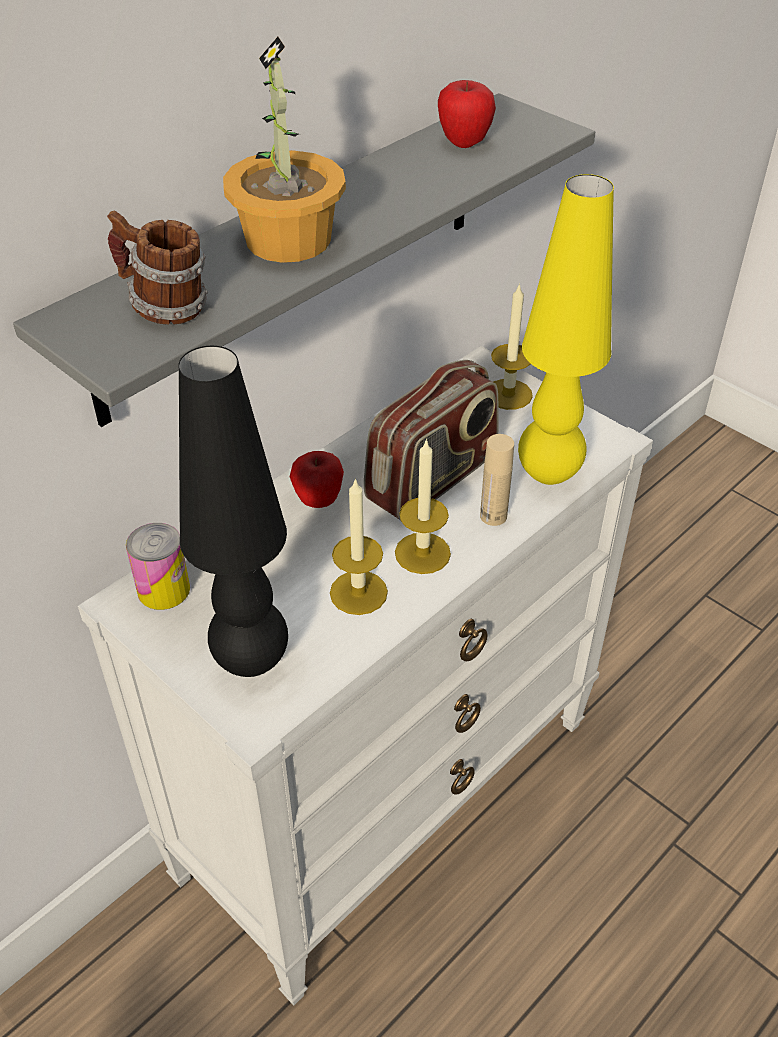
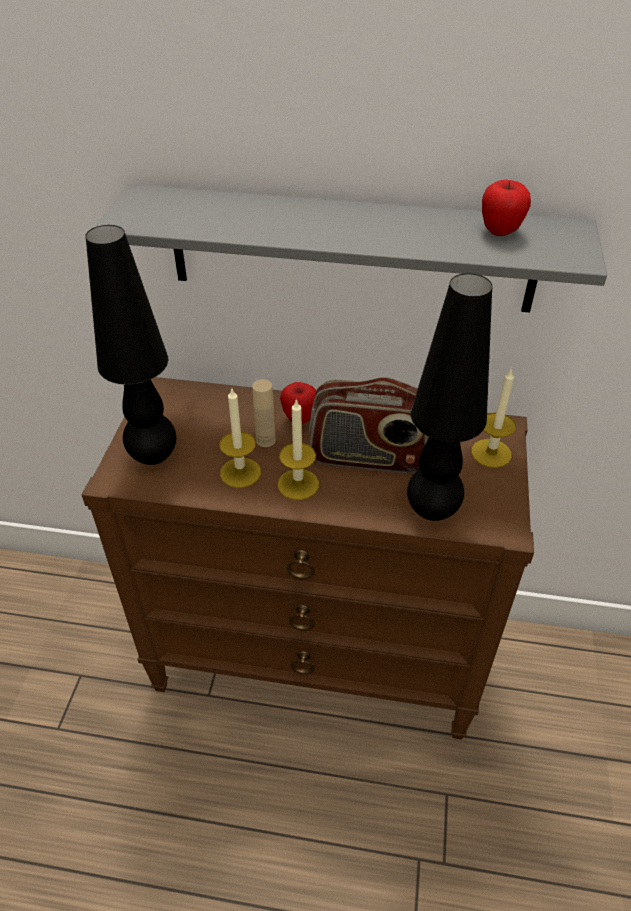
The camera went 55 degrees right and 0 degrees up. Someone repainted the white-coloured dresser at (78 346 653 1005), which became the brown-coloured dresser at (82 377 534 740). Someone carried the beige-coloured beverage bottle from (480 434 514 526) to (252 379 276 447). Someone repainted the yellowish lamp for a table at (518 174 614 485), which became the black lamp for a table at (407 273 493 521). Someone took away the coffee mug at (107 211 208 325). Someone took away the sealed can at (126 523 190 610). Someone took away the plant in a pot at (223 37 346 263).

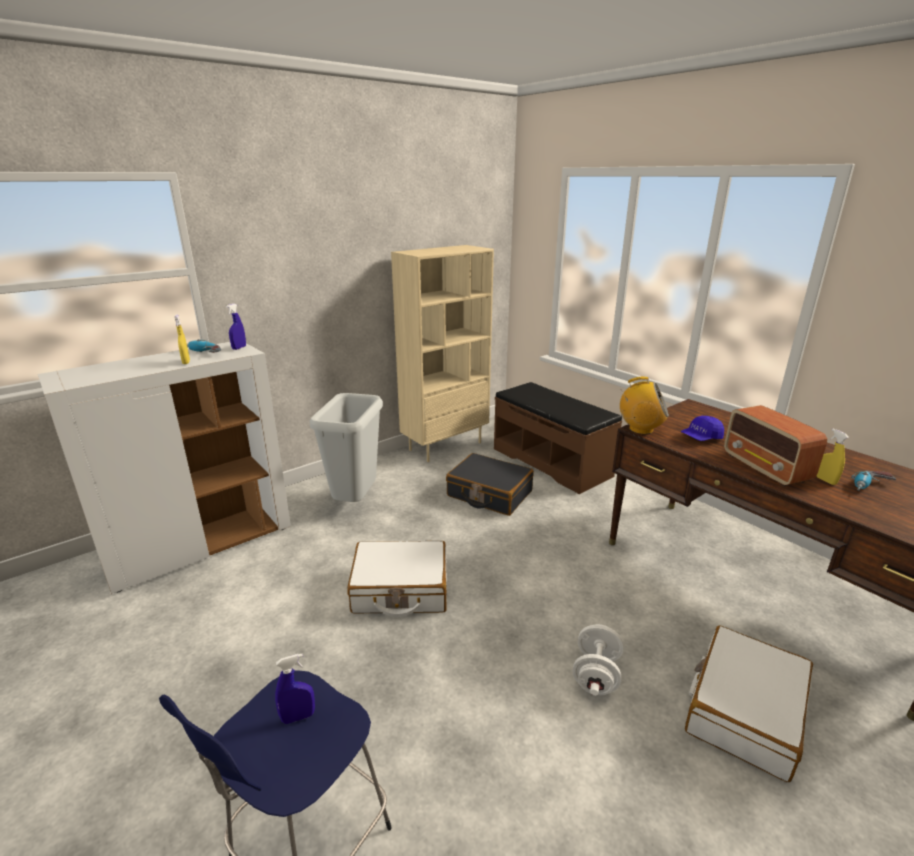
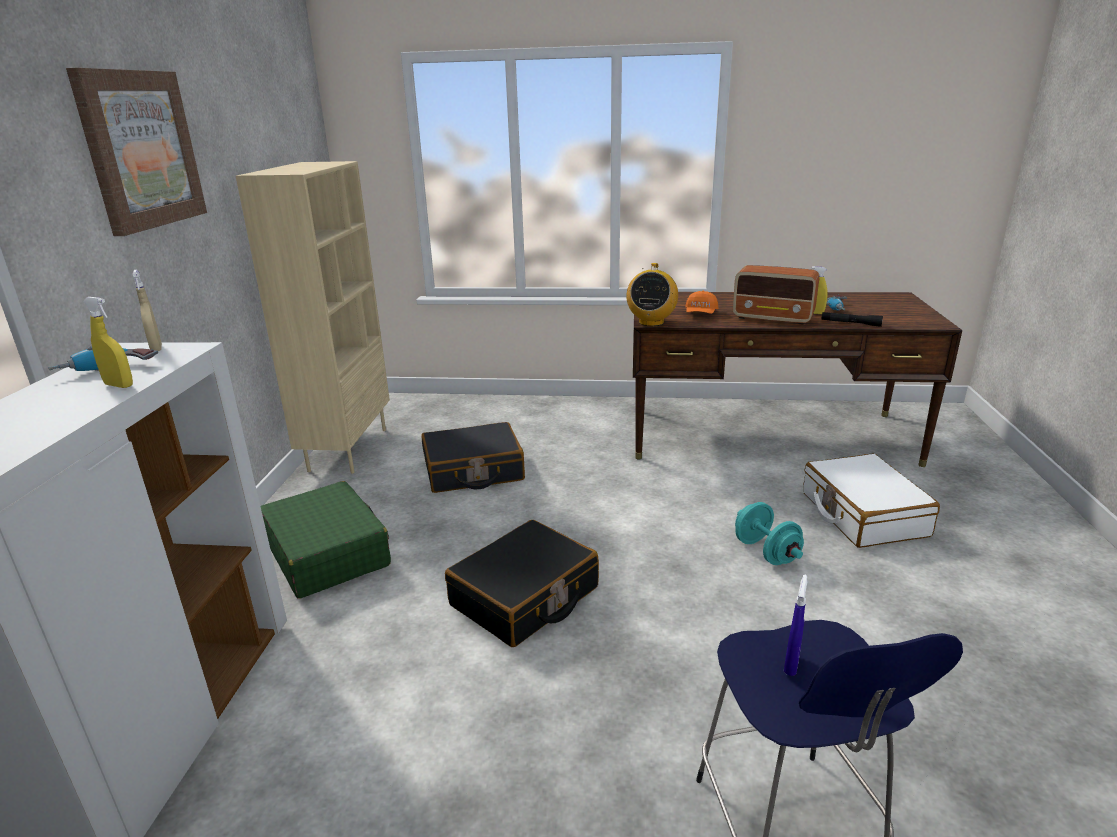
The camera went 45 degrees left and 0 degrees up. Someone put up the wall picture at (66 68 207 236). Someone repainted the blue hand sprayer at (226 303 246 350), which became the beige-coloured hand sprayer at (133 270 162 351). Someone swapped the gray rubbish bin at (310 393 383 502) for the greenish piece of luggage at (260 481 391 599). Someone repainted the white-coloured piece of luggage at (347 541 447 617), which became the black piece of luggage at (445 520 599 647). Someone rotated the radio at (620 377 669 435) by 135 degrees clockwise. Someone repainted the blue baseball cap at (681 416 724 441), which became the orangey baseball cap at (685 291 718 314). Someone repainted the white-coloured hand weight at (573 624 624 696), which became the blue-green hand weight at (735 502 804 565). Someone put down the black flashlight at (821 312 883 327). Someone took away the brown-coloured bench at (494 382 622 494).

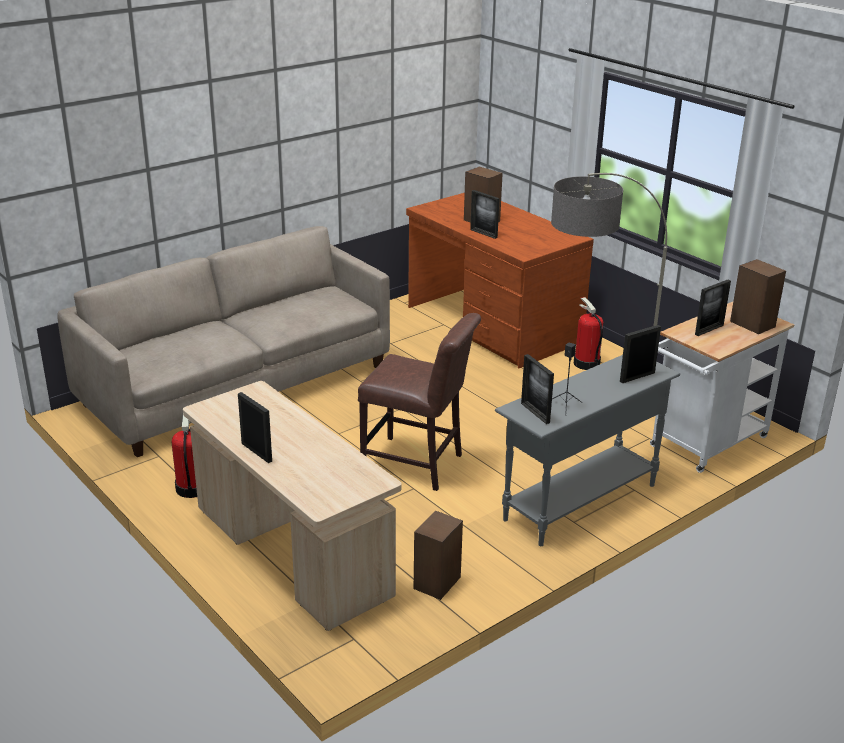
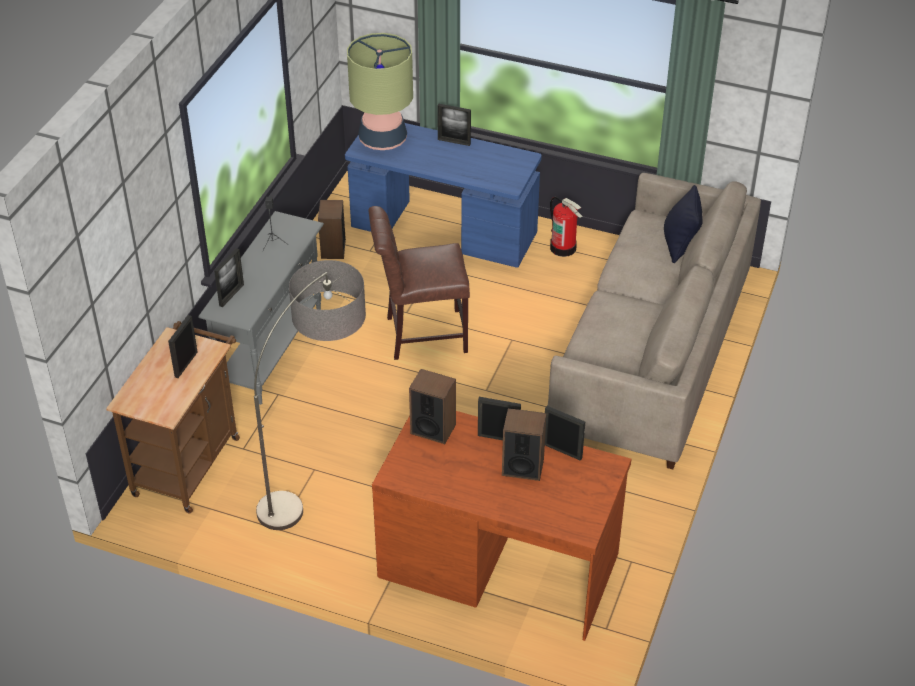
The camera went 150 degrees right and 15 degrees up. Someone repainted the white-coloured wheeled cart at (650 302 795 473), which became the brown-coloured wheeled cart at (106 321 240 514). Someone repainted the beige-coloured desk unit at (183 381 402 631), which became the blue desk unit at (345 123 542 268). Someone put down the lamp for a table at (347 33 413 150). Someone carried the loudspeaker from (730 259 786 334) to (409 369 456 444). Someone carried the standing frame from (521 354 554 424) to (545 406 585 461). Someone put down the black throw pillow at (664 185 703 263). Someone took away the fire extinguisher at (574 297 603 370).

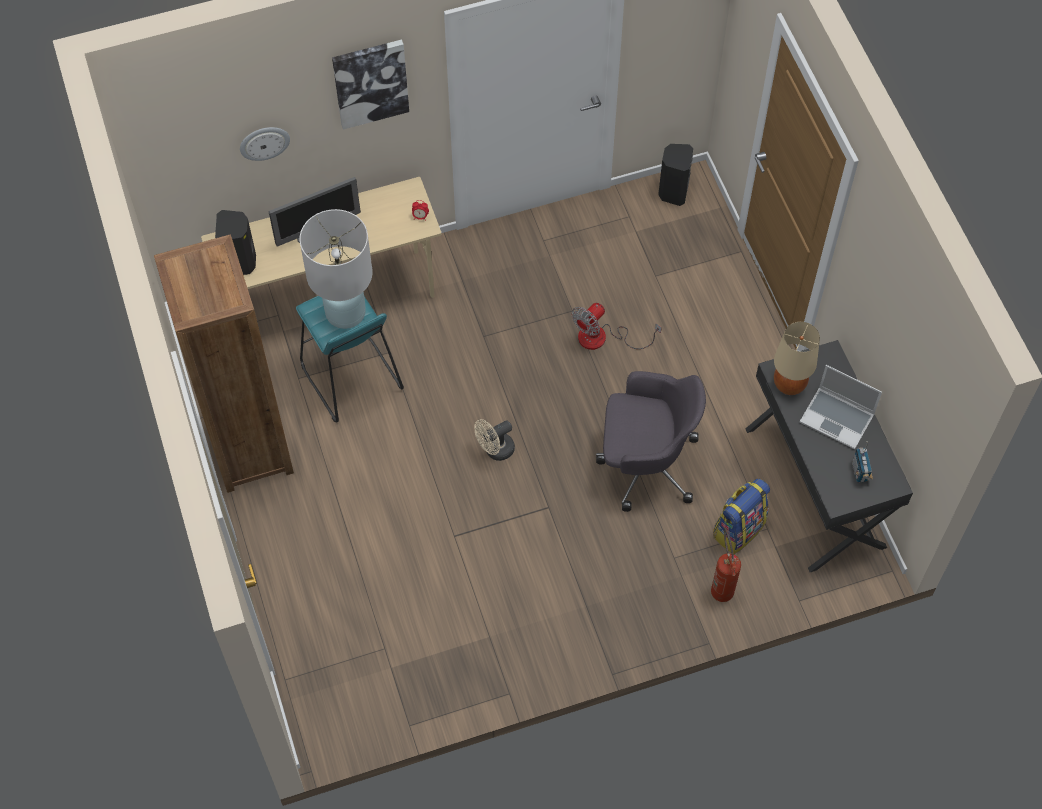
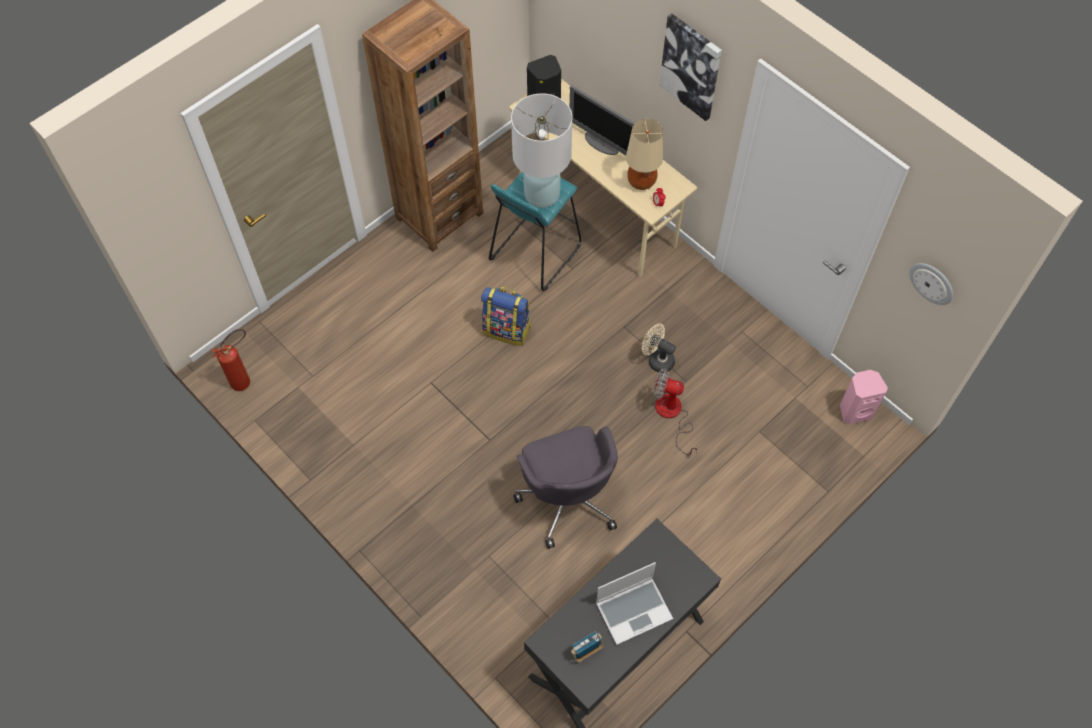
The camera went 65 degrees right and 0 degrees up. Someone carried the fire extinguisher from (711 527 741 602) to (212 329 250 391). Someone carried the knapsack from (713 479 770 554) to (481 287 531 346). Someone rotated the notebook computer at (800 365 882 449) by 120 degrees counterclockwise. Someone carried the beige-coloured lamp for a table from (774 322 820 395) to (626 119 663 190). Someone carried the beige-coloured electric fan from (474 419 515 461) to (642 324 676 373). Someone repainted the black loudspeaker at (658 144 693 206), which became the pinkish loudspeaker at (840 370 888 424). Someone carried the hanging clock from (240 127 290 161) to (909 263 953 305).

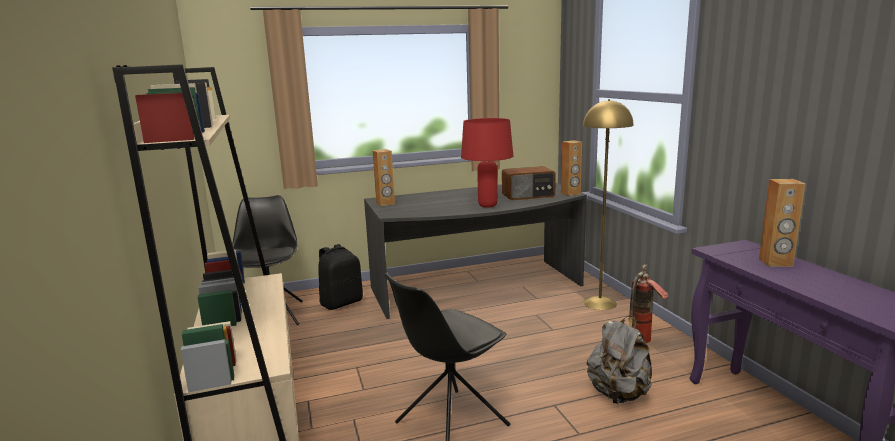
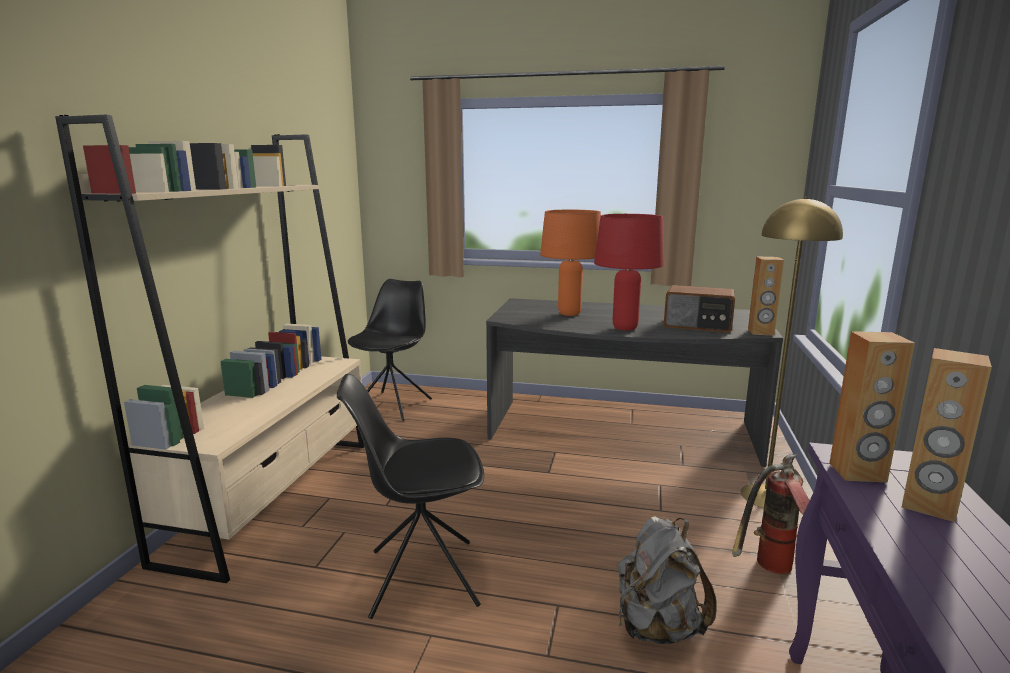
The camera went 30 degrees right and 0 degrees up. Someone put down the orangey lamp for a table at (540 210 601 316). Someone carried the brown-coloured loudspeaker from (373 149 395 206) to (830 331 915 482). Someone took away the black knapsack at (318 244 363 310).

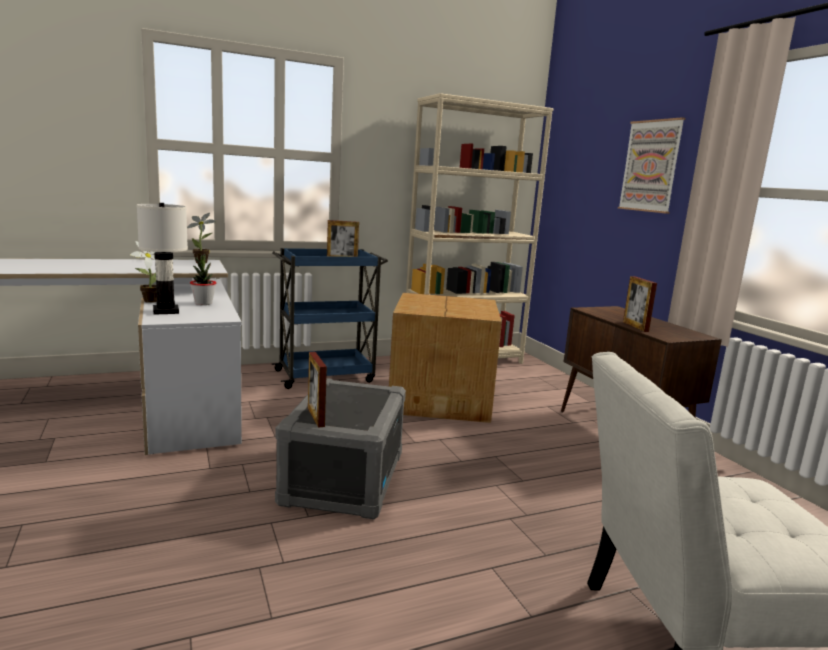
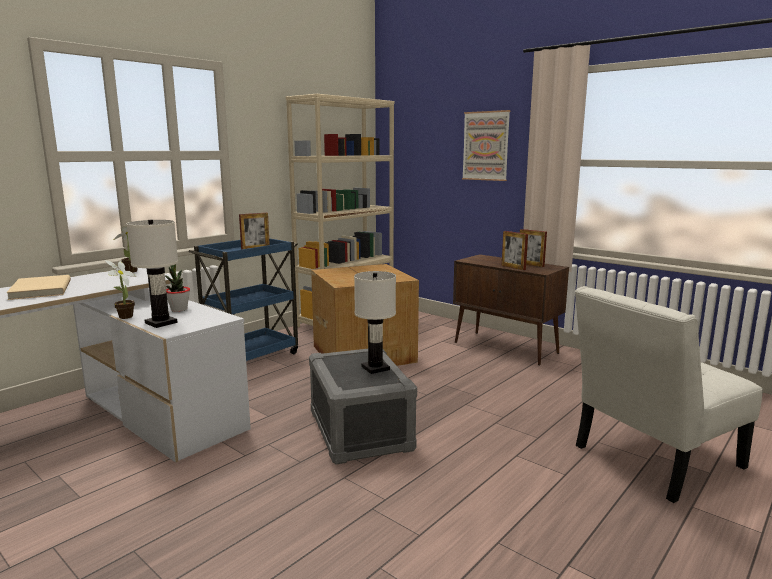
The camera went 25 degrees left and 0 degrees up. Someone put down the beige-coloured volume at (7 275 71 300). Someone put down the white-coloured lamp for a table at (354 271 396 374). Someone carried the standing frame from (308 352 327 428) to (520 229 547 267).

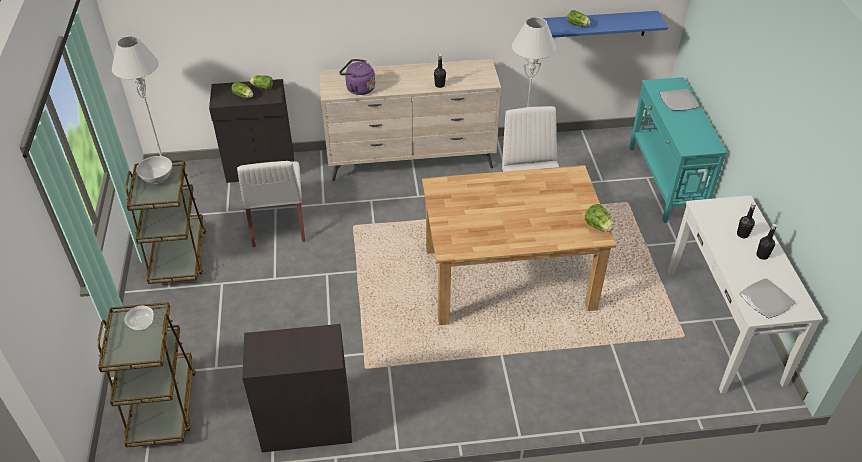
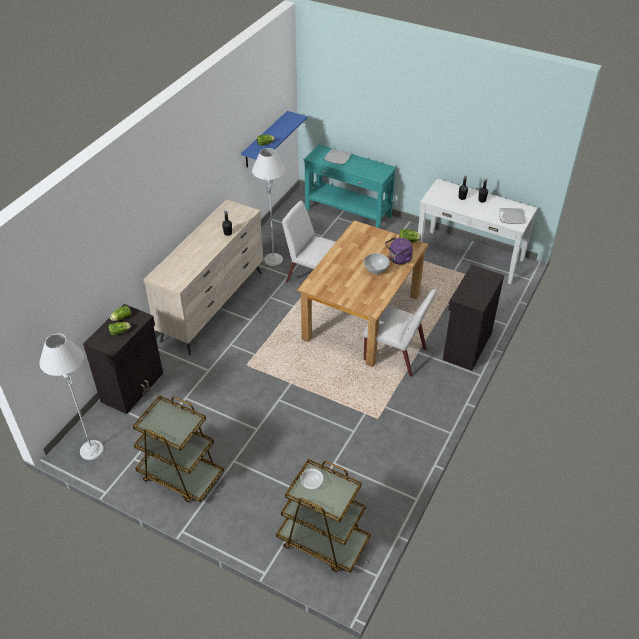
The camera went 55 degrees left and 0 degrees up. Someone carried the white-coloured chair from (237 161 305 247) to (363 289 437 377). Someone carried the white-coloured deep dish from (136 156 172 184) to (364 253 390 274). Someone carried the purplish tea kettle from (339 59 375 95) to (385 237 413 265). Someone carried the black storage cabinet from (242 324 352 452) to (443 265 504 371).

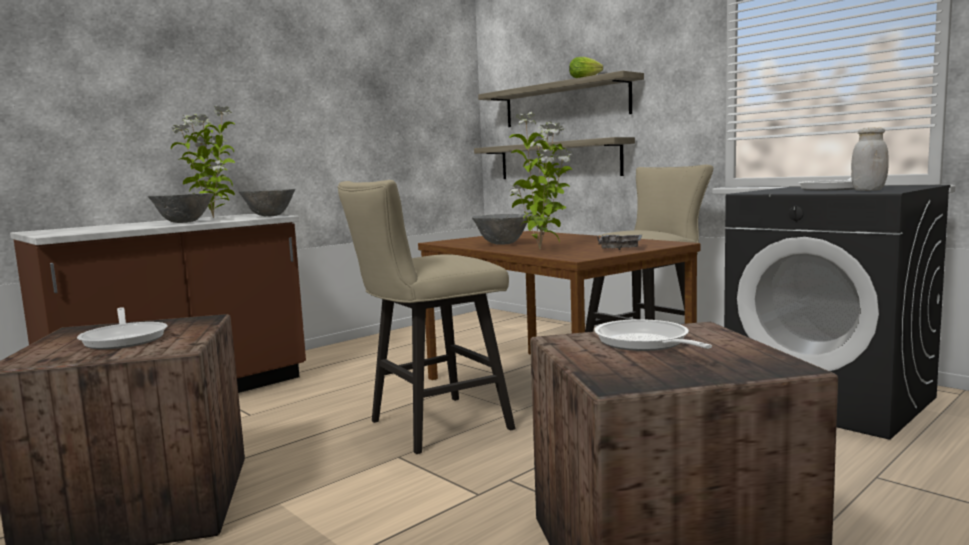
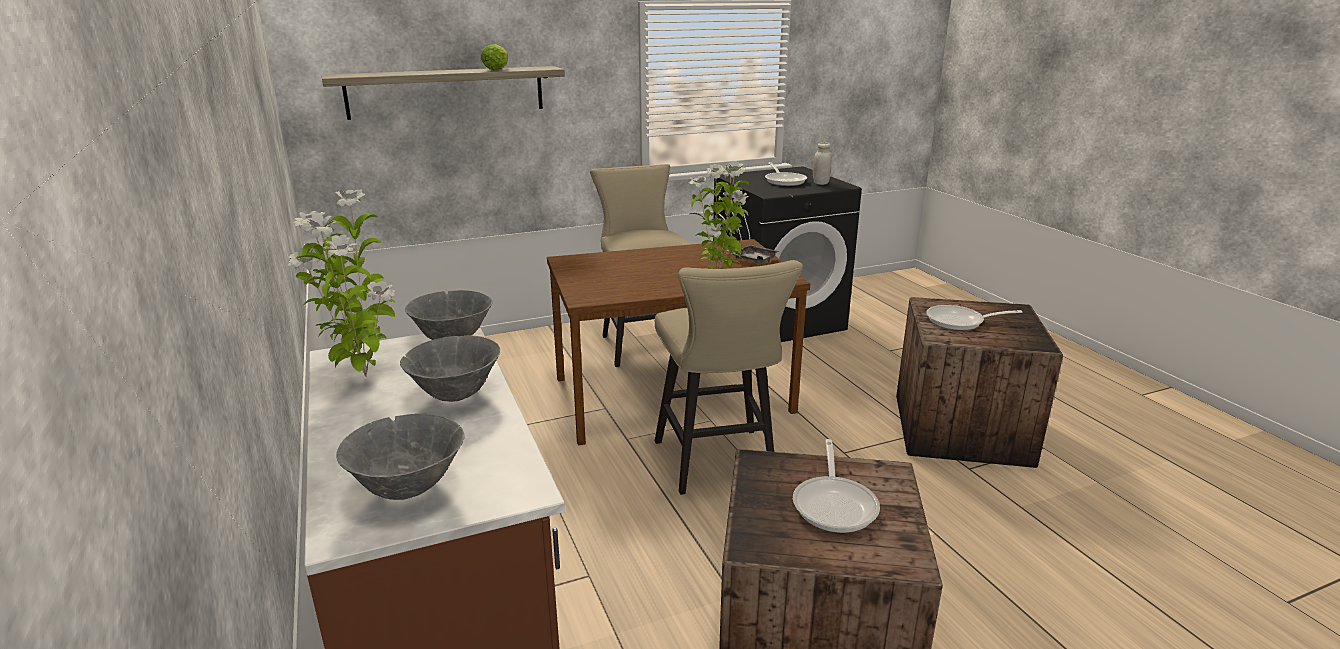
The camera went 70 degrees left and 15 degrees up. Someone carried the gray deep dish from (472 214 531 245) to (336 414 465 500). Someone rotated the pan at (77 307 168 349) by 105 degrees clockwise. Someone took away the wall shelf at (474 137 635 179).

